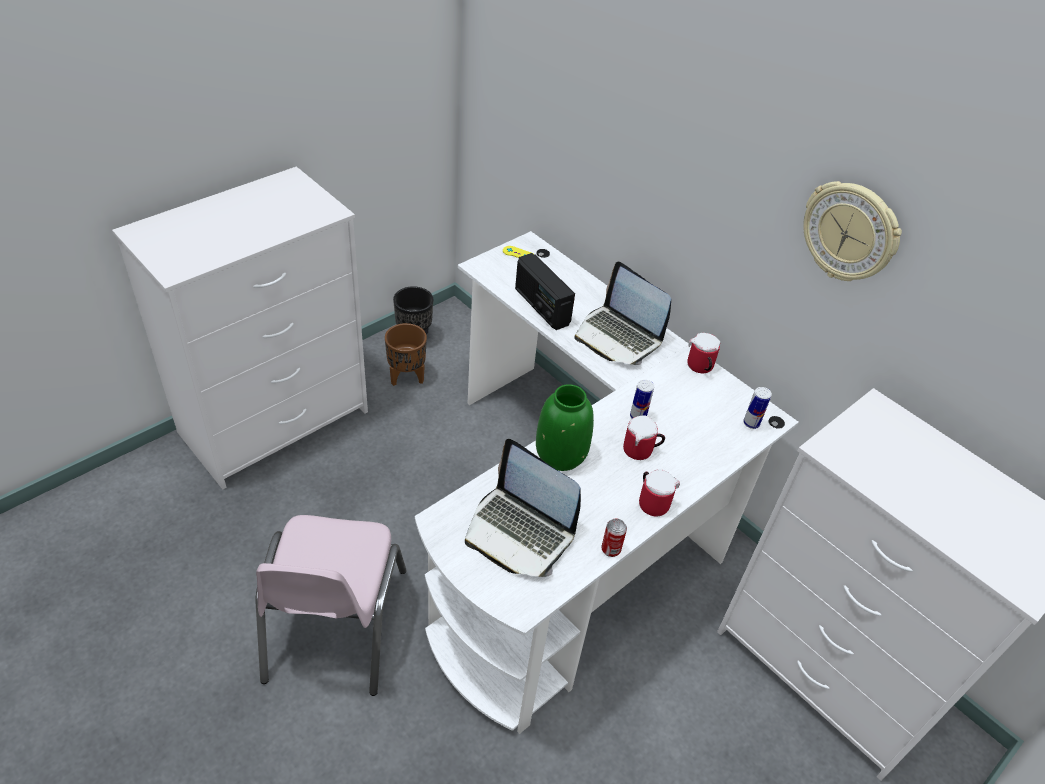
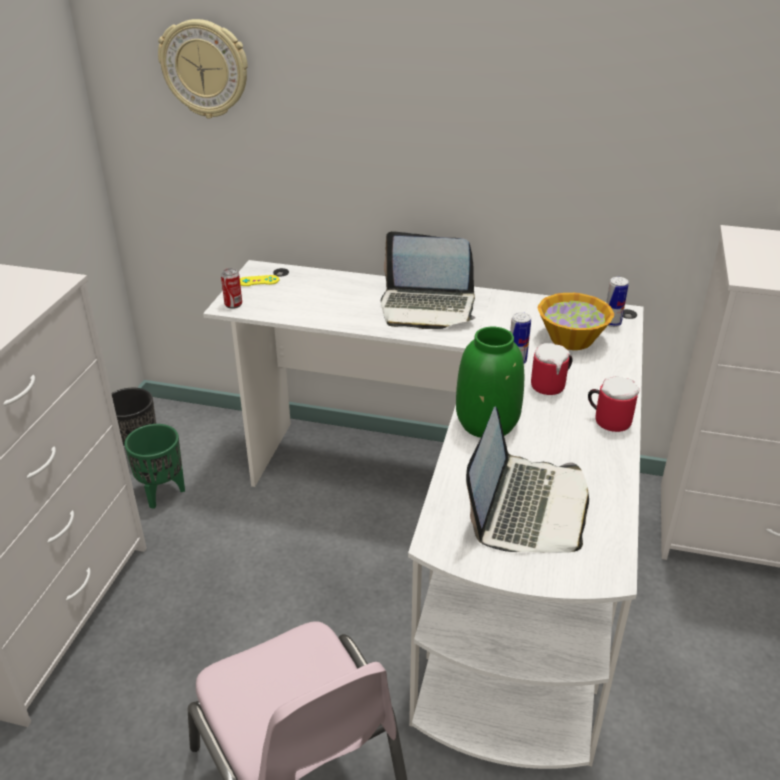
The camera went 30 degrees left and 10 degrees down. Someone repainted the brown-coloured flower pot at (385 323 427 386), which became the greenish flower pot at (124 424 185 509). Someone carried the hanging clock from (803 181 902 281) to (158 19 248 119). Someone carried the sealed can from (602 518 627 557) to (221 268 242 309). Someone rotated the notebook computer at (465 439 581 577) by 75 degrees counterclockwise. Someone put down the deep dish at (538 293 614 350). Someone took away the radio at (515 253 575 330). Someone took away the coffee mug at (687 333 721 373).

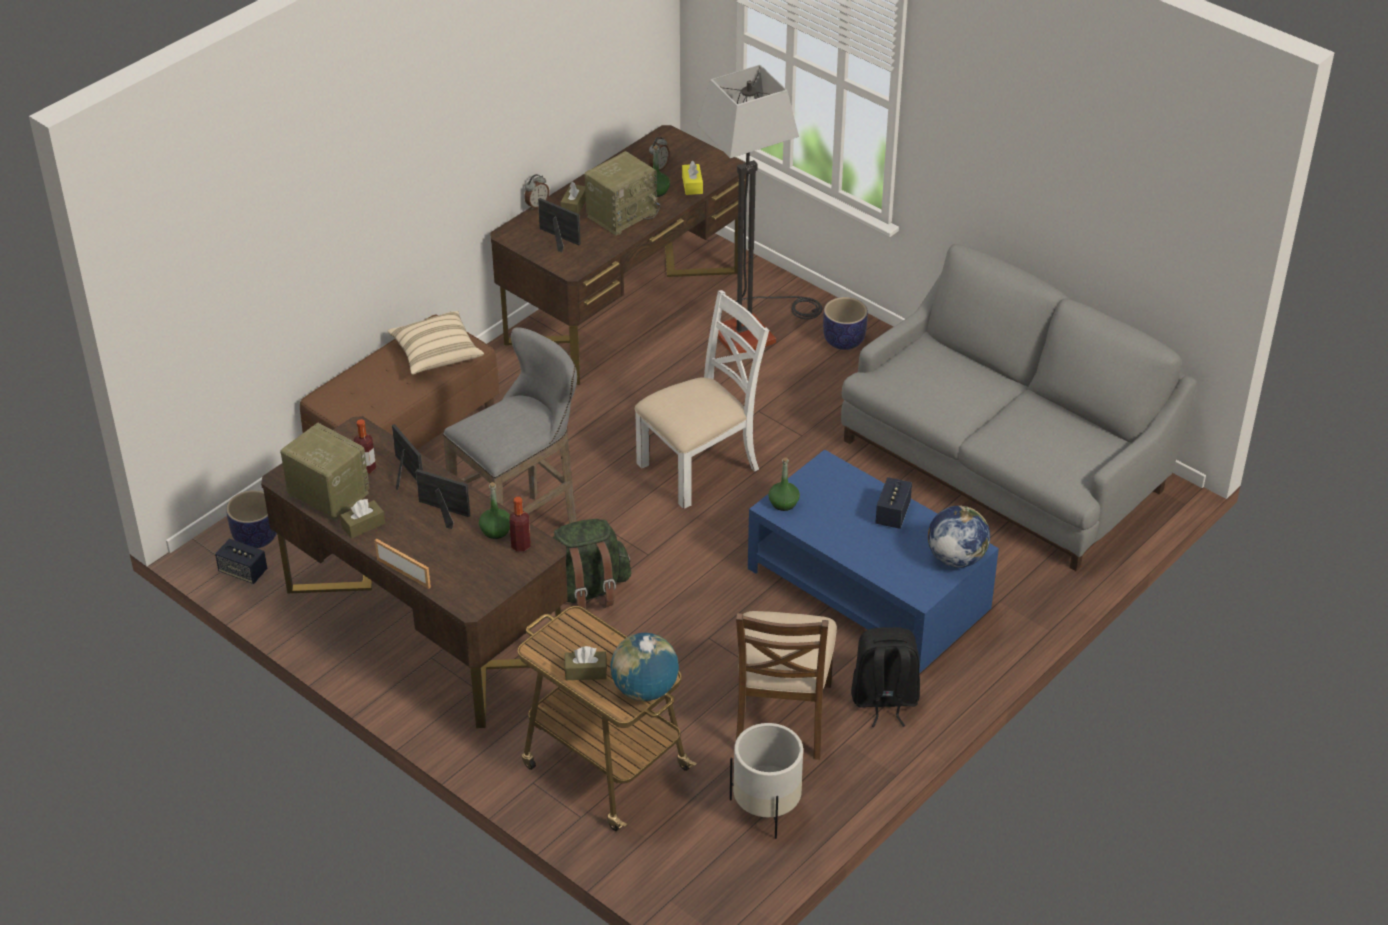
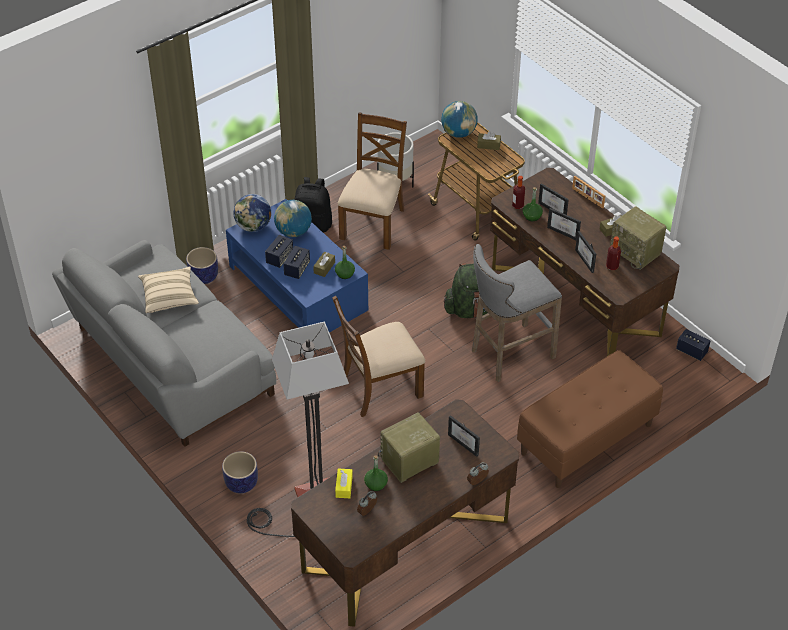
The camera went 170 degrees left and 5 degrees up. Someone carried the beige-coloured throw pillow from (387 311 484 375) to (138 267 199 313). Someone carried the flower pot from (226 490 277 548) to (186 247 218 284). Someone put down the globe at (274 200 312 237). Someone put down the loudspeaker at (283 246 310 279). Someone carried the brown-coloured tissue box from (561 182 586 214) to (313 252 335 277). Someone repainted the white-coloured chair at (635 290 769 509), which became the brown-coloured chair at (332 296 425 417). Someone put down the standing frame at (538 183 569 215).

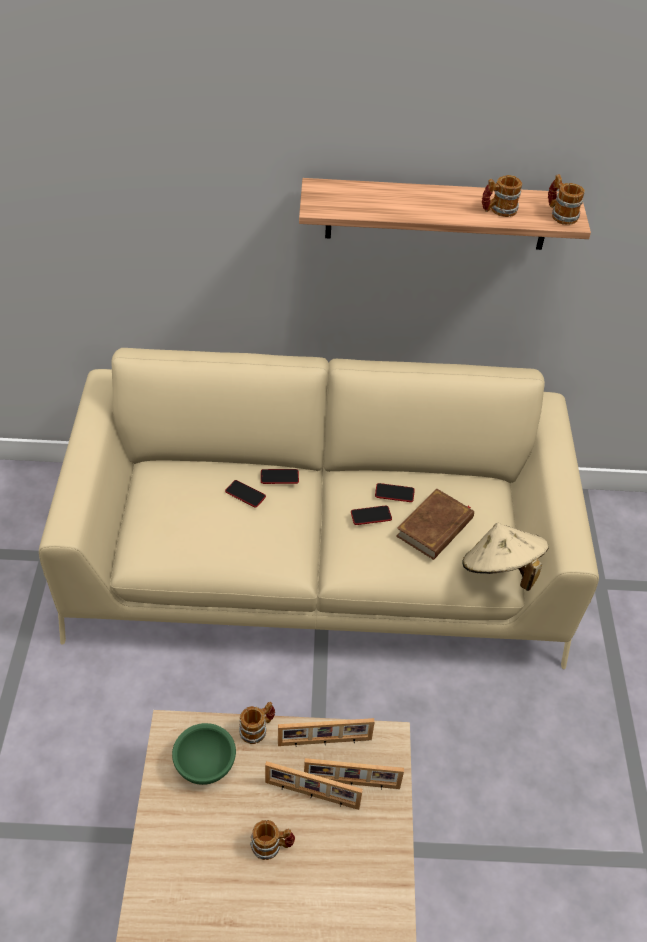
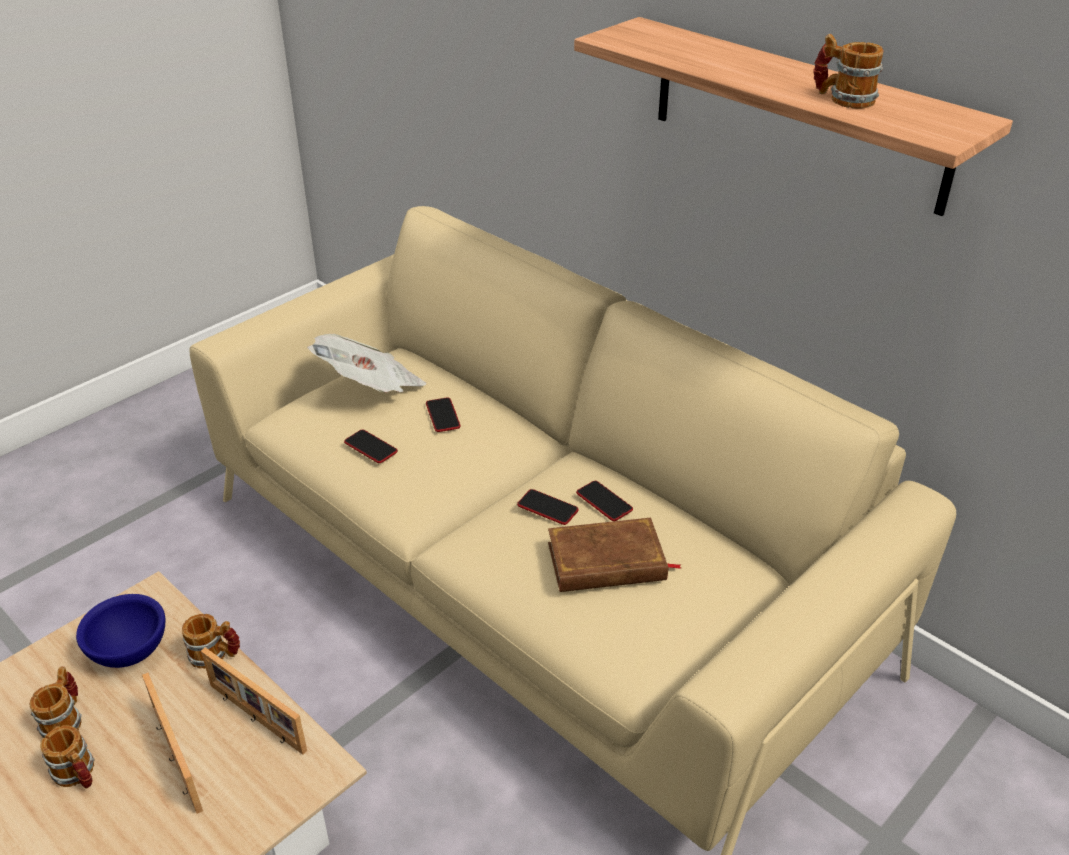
The camera went 45 degrees right and 10 degrees down. Someone carried the coffee mug from (548 174 585 225) to (30 667 82 738). Someone repainted the greenish deep dish at (172 723 236 785), which became the blue deep dish at (76 594 165 668). Someone put down the printed paper at (307 334 426 393). Someone carried the phone from (261 469 299 484) to (344 430 398 463). Someone took away the standing frame at (304 758 404 790). Someone took away the beige-coloured wearable hat at (462 523 549 591).

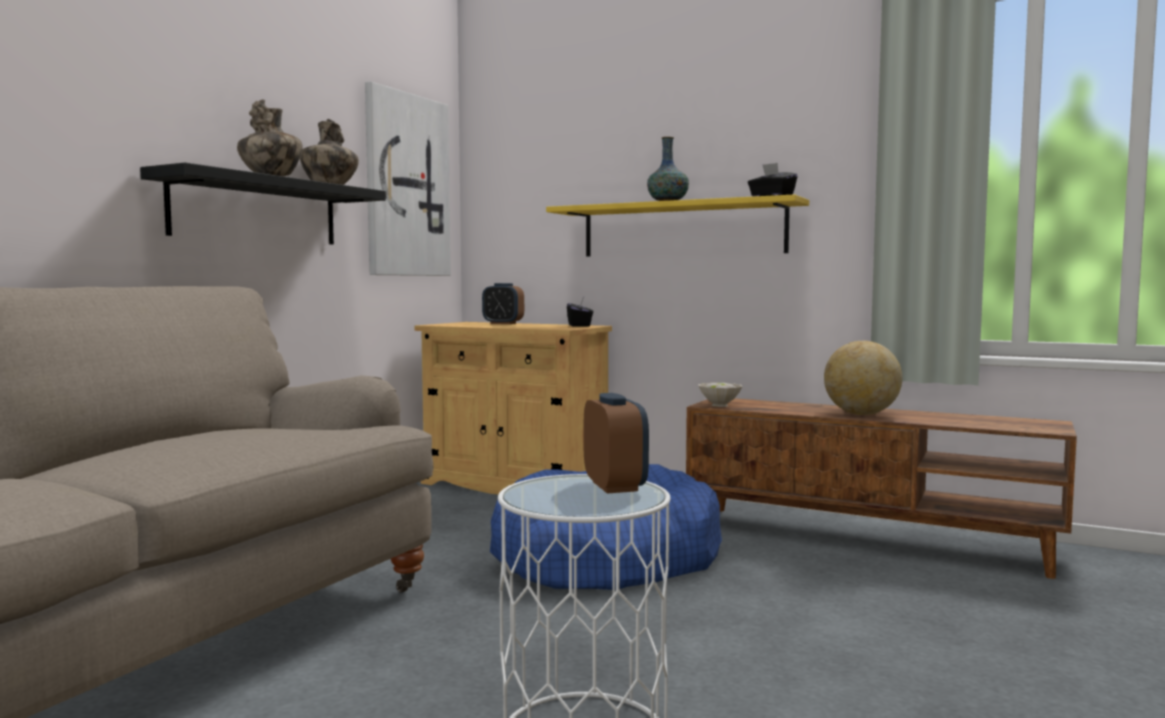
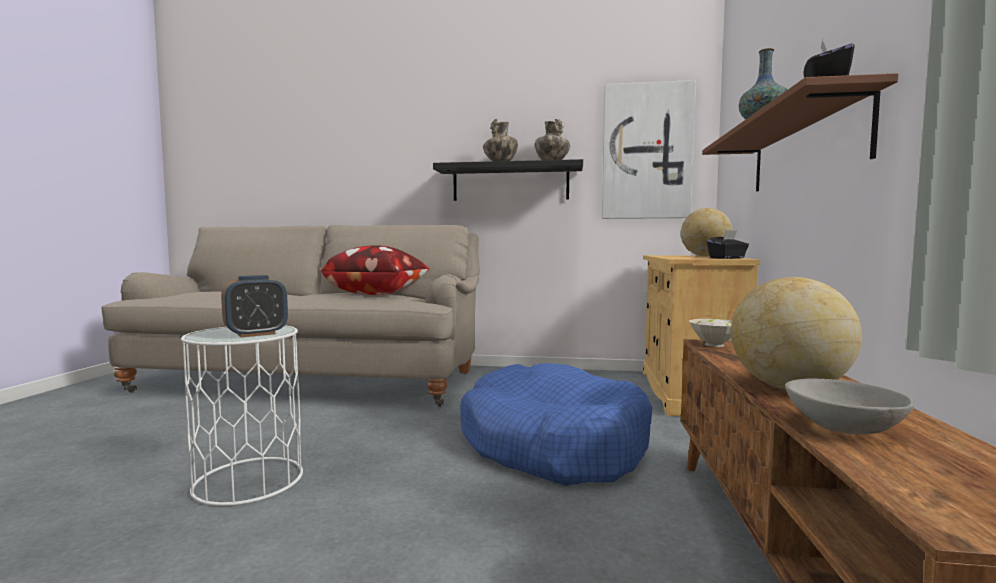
The camera went 70 degrees right and 0 degrees up. Someone put down the throw pillow at (320 245 430 295). Someone swapped the alarm clock at (482 283 524 324) for the globe at (681 208 733 256). Someone repainted the yellowish wall shelf at (546 194 809 257), which became the brown-coloured wall shelf at (702 73 899 192). Someone put down the gray deep dish at (785 379 914 435).

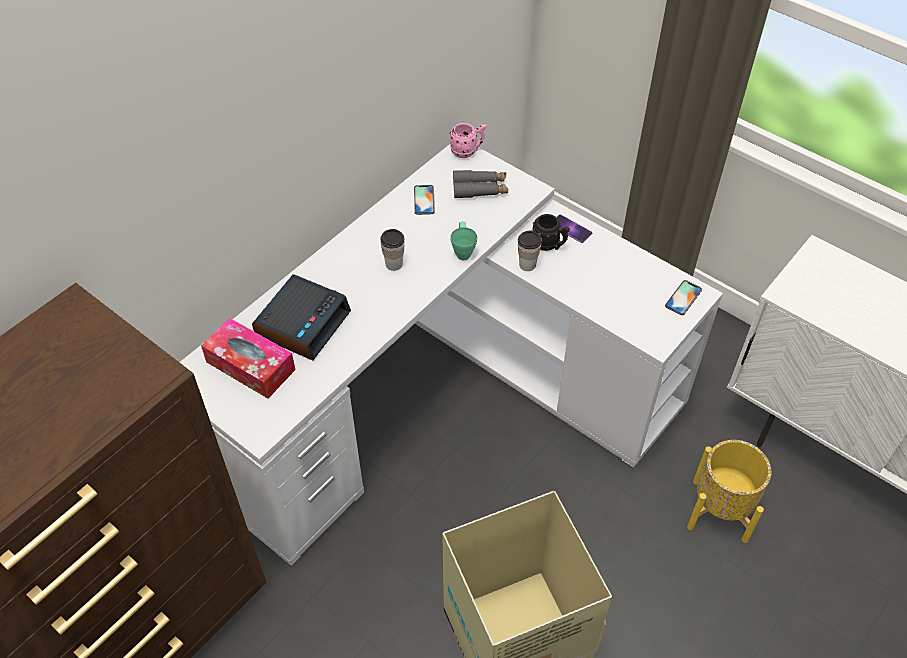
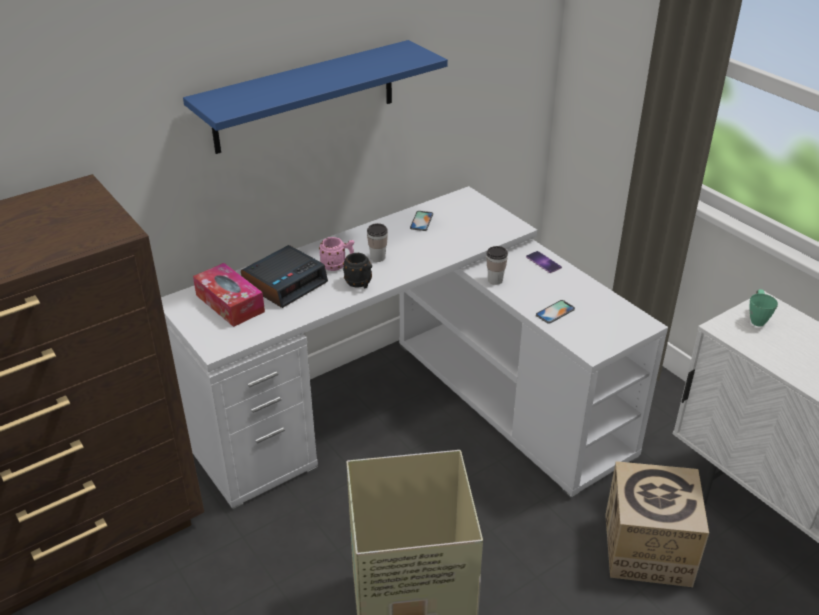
The camera went 15 degrees right and 15 degrees down. Someone put up the blue wall shelf at (183 40 448 154). Someone carried the pinkish coffee mug from (450 123 487 158) to (319 237 354 271). Someone carried the black coffee mug from (532 214 570 251) to (343 253 372 288). Someone carried the phone from (665 280 702 315) to (536 300 575 324). Someone swapped the yellowish flower pot at (687 440 771 543) for the packing box at (605 461 709 587). Someone carried the greenish coffee mug from (450 221 477 260) to (749 289 778 326). Someone took away the gray pair of binoculars at (453 170 508 199).

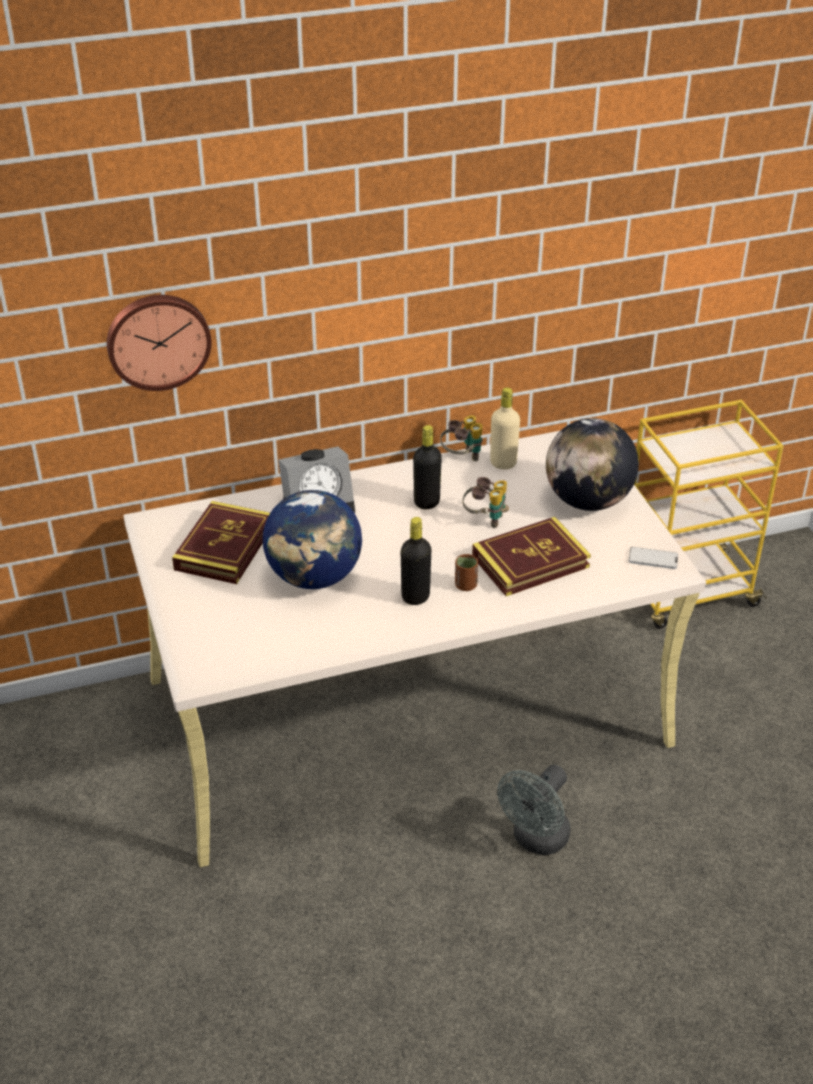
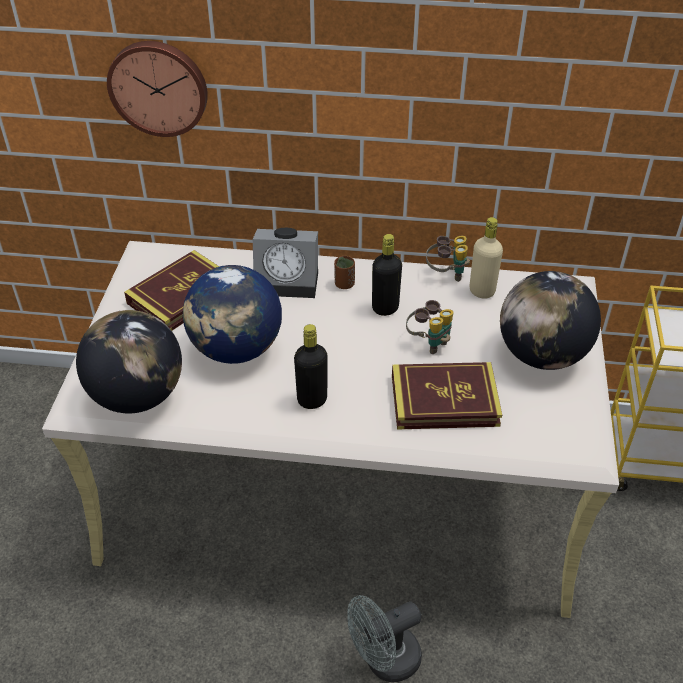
The camera went 25 degrees right and 5 degrees up. Someone put down the globe at (76 310 182 414). Someone carried the brown-coloured cup from (455 554 478 591) to (334 256 355 289). Someone took away the phone at (628 547 678 569).

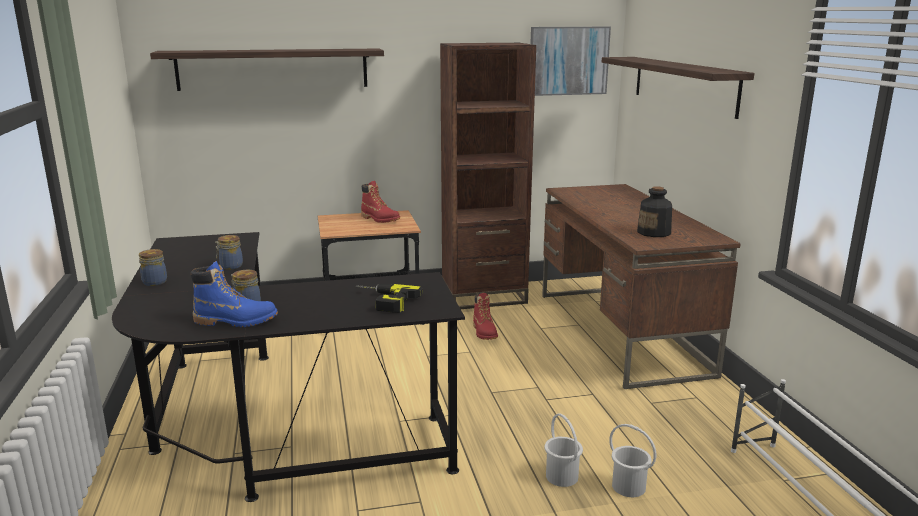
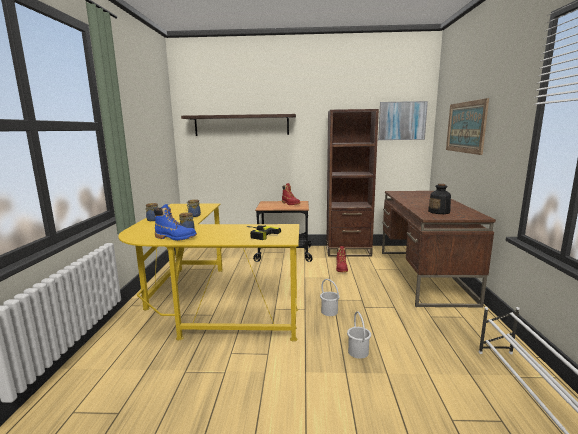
The camera went 15 degrees right and 5 degrees down. Someone repainted the black desk unit at (112 232 465 502), which became the yellowish desk unit at (118 203 299 342). Someone carried the white-coloured pail from (609 424 656 497) to (320 279 340 316). Someone swapped the wall shelf at (602 57 754 119) for the wall picture at (446 98 489 155).

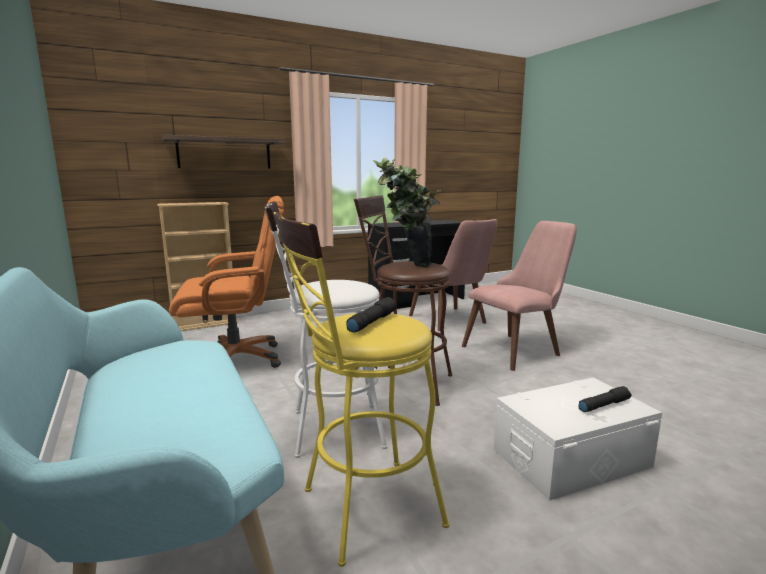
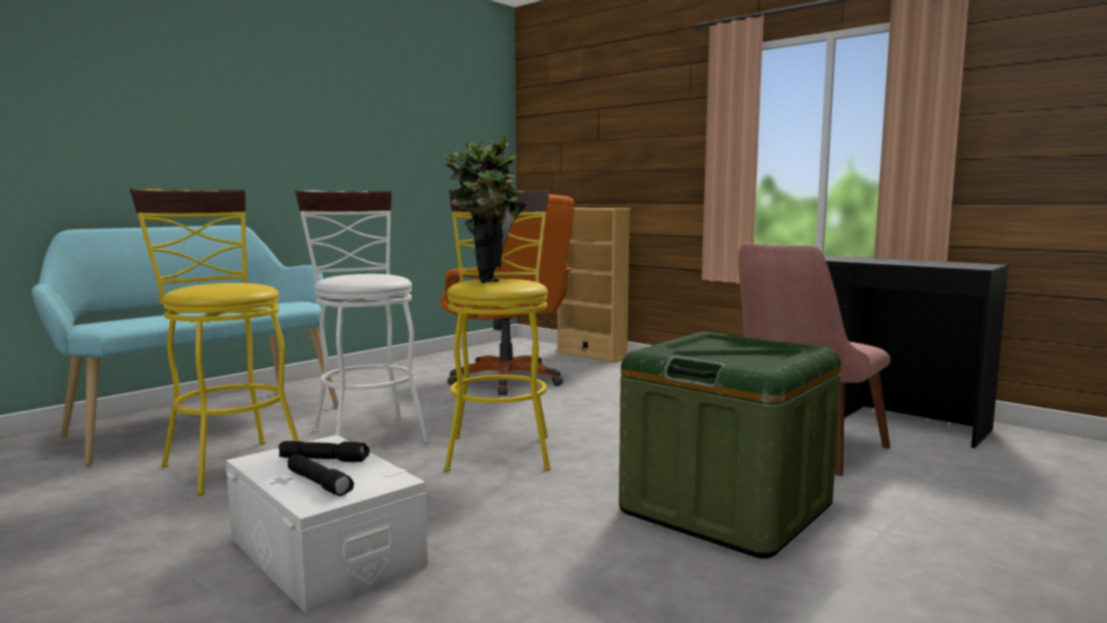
The camera went 70 degrees right and 5 degrees down. Someone carried the black flashlight from (347 297 397 332) to (278 441 369 462). Someone repainted the brown-coloured stool at (354 195 452 406), which became the yellowish stool at (444 190 551 472). Someone swapped the pinkish chair at (462 221 577 371) for the greenish storage bin at (619 332 841 558). Someone took away the wall shelf at (162 135 286 169).

